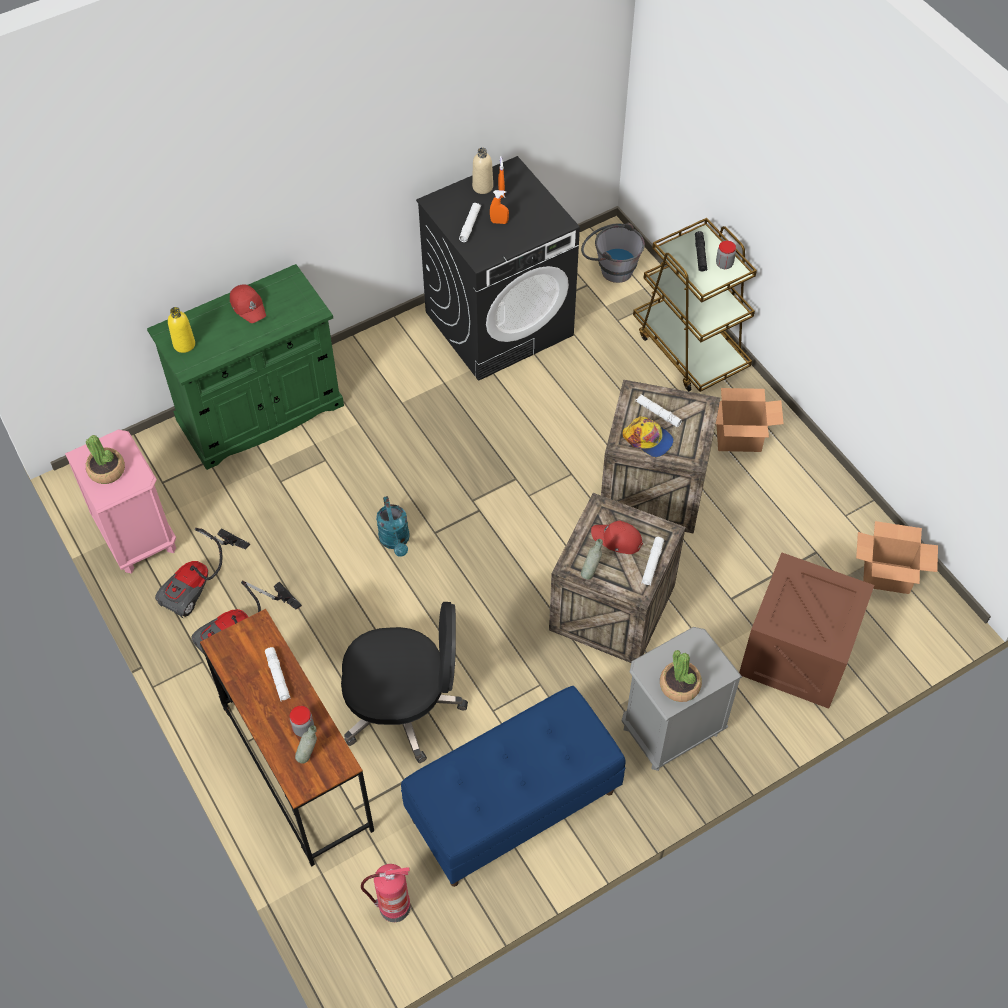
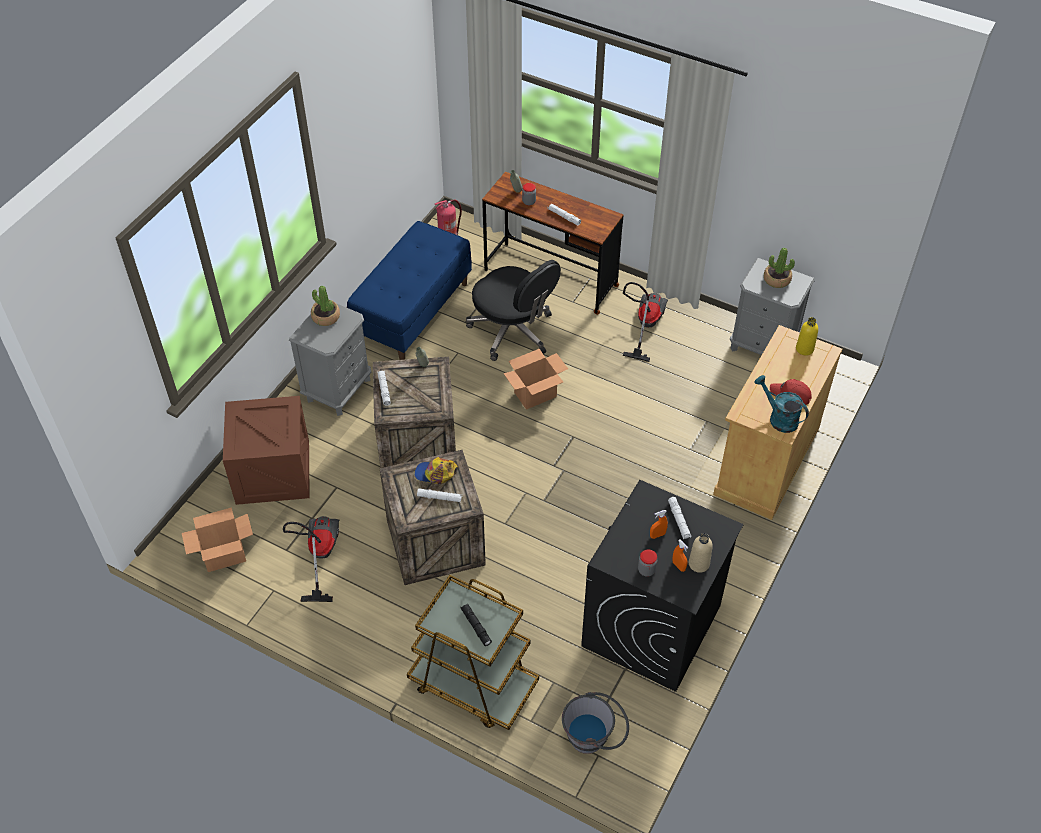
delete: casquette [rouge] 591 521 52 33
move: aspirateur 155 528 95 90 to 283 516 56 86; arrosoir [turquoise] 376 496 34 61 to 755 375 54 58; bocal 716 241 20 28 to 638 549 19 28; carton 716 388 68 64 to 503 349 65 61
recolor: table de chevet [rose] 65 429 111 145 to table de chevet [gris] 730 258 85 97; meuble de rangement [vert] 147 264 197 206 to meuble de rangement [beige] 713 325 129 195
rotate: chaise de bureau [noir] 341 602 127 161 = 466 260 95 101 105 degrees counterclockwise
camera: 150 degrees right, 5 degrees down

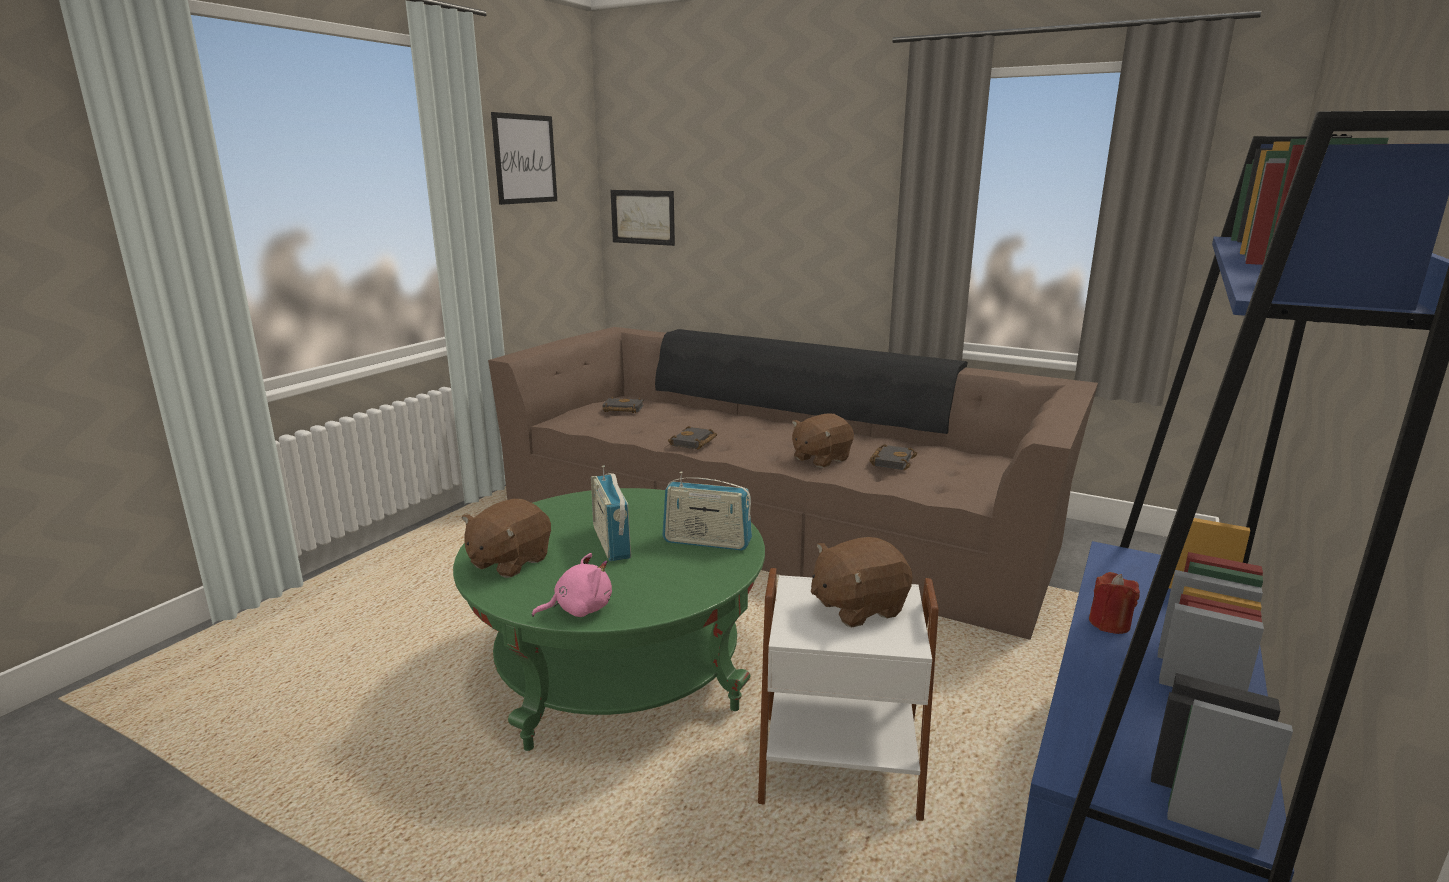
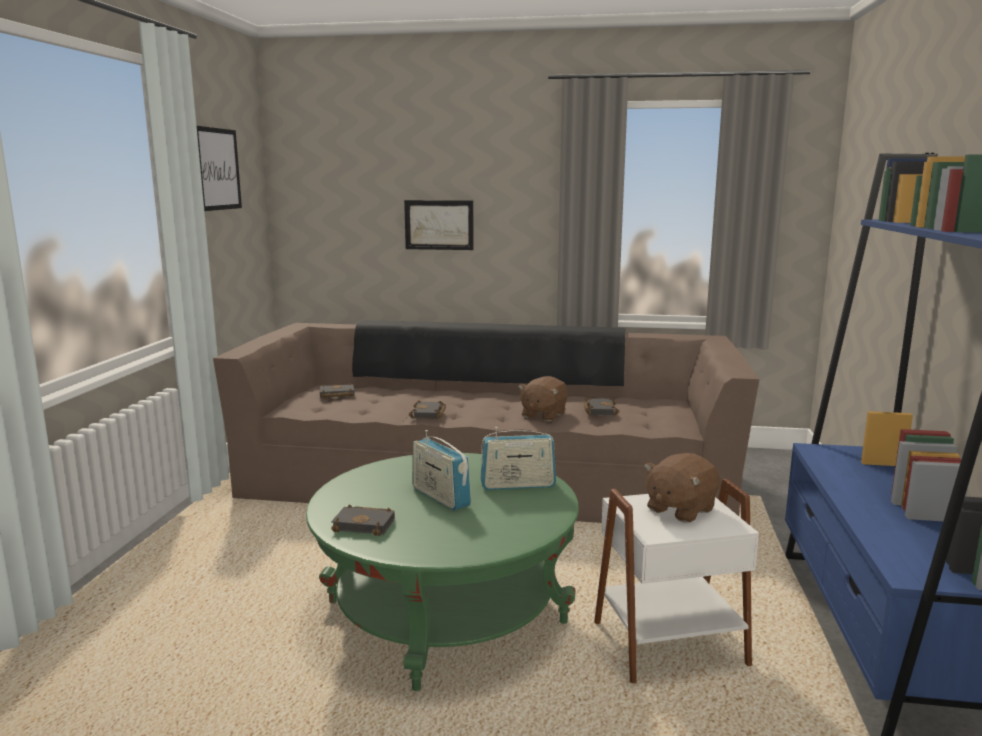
delete: peluche [rose] 532 553 80 64; bougie [rouge] 1089 572 51 62
move: tableau 611 190 64 56 to 404 200 70 50
replace: peluche [marron] 462 499 89 79 to livre [noir] 331 504 64 32
camera: 20 degrees left, 5 degrees down

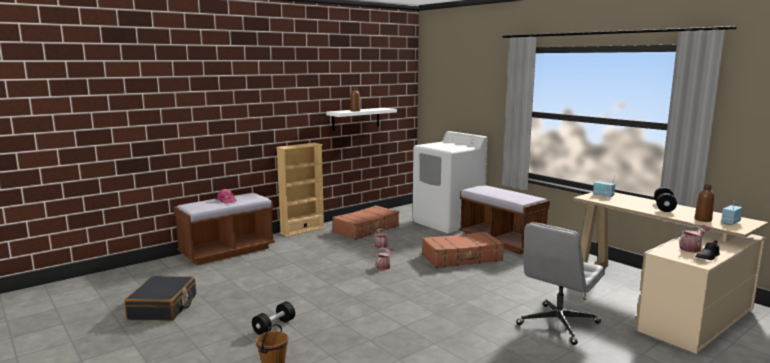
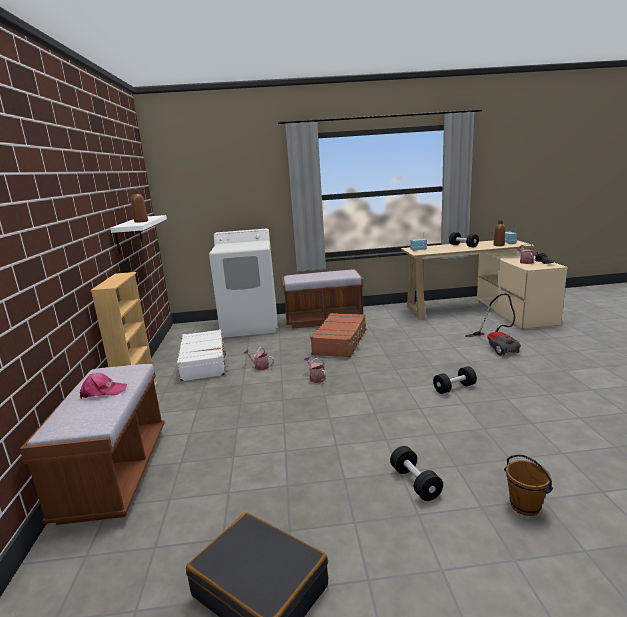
insert: haltère [noir] 433 366 44 28
replace: chaise de bureau [gris] 516 222 89 123 to aspirateur 465 293 56 63
recolor: valise [marron] 332 205 67 35 to valise [blanc] 177 329 51 53
camera: 55 degrees left, 5 degrees up

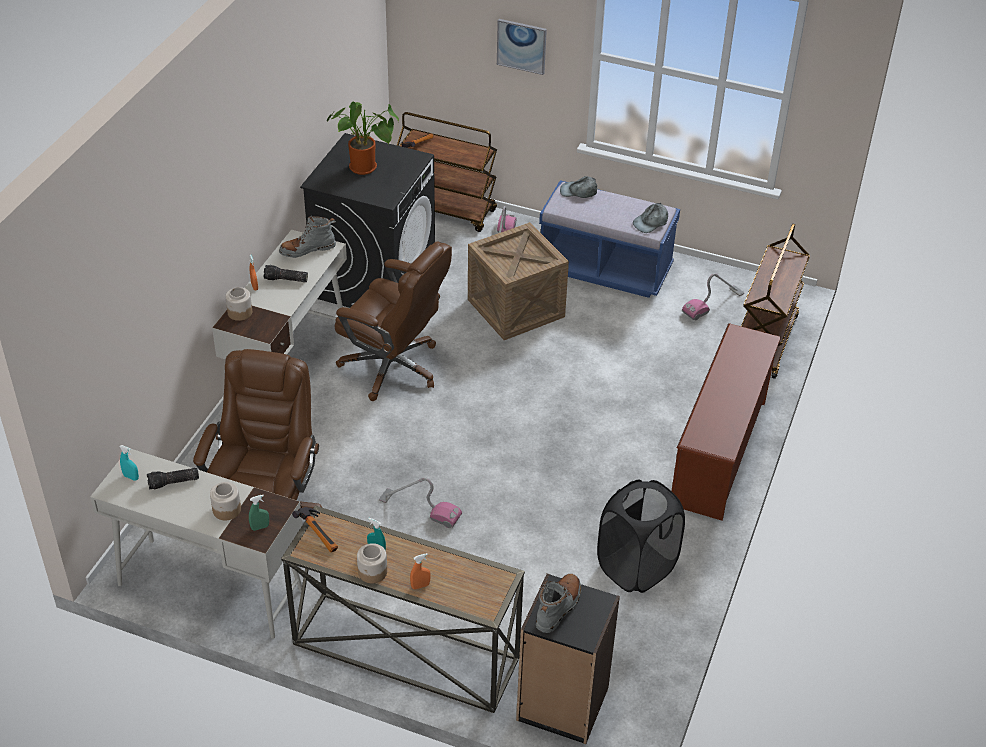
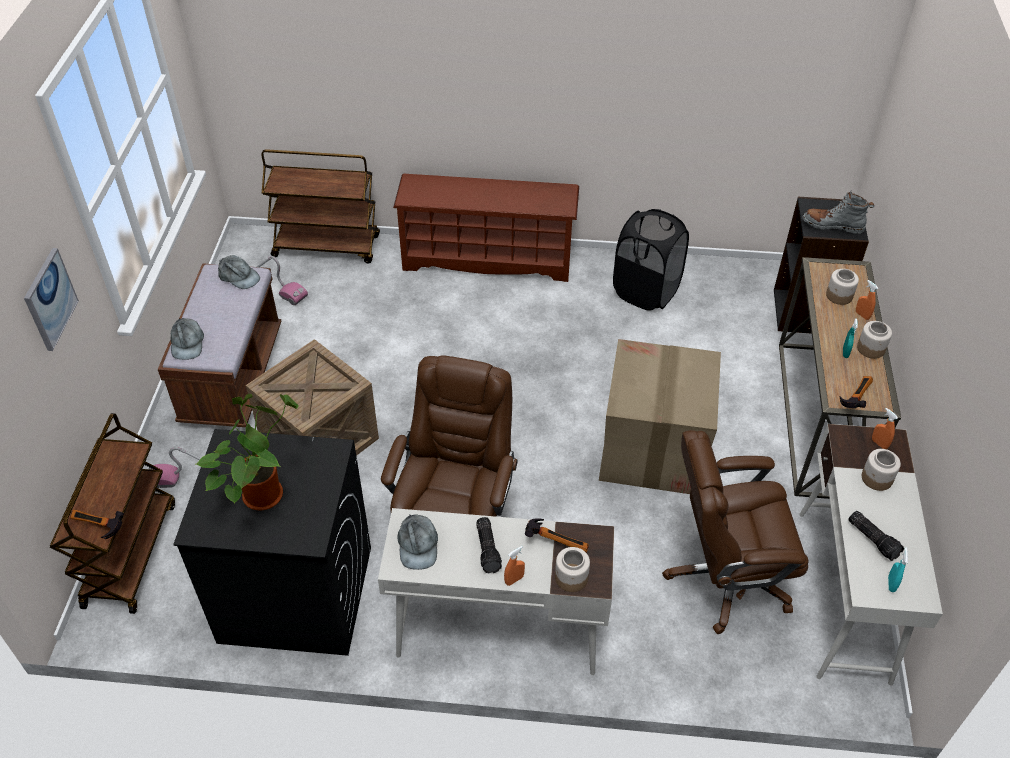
insert: marteau 525 519 64 33; bocal 826 269 33 36
replace: botte [gris] 279 216 57 42 to casquette [gris] 397 514 41 56; aspirateur 379 477 83 51 to carton 599 339 122 155
recolor: vaporisateur [vert] 249 495 20 36 to vaporisateur [orange] 872 408 26 41; banc [bleu] 539 180 141 118 to banc [marron] 158 263 123 164
camera: 105 degrees left, 5 degrees up

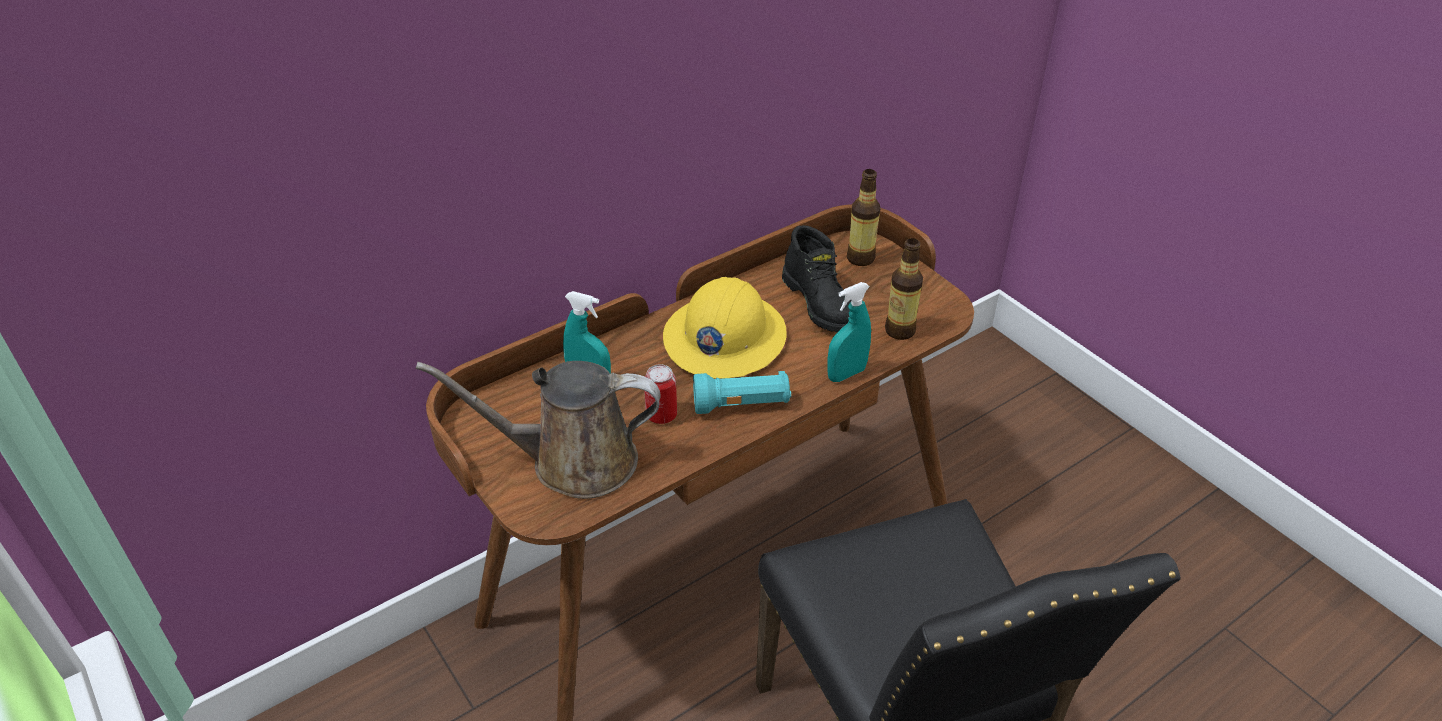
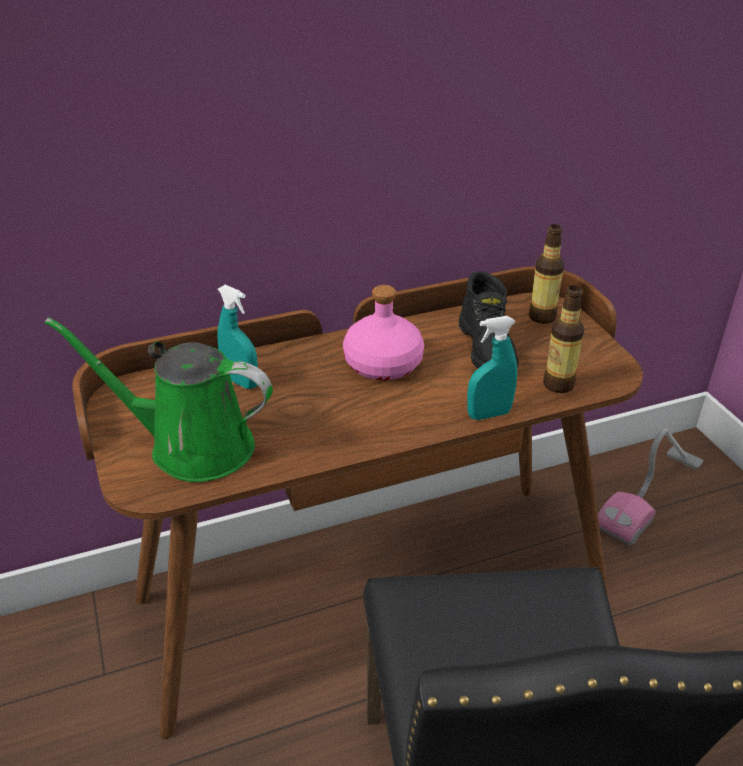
delete: boîte métallique 644 364 33 60; lampe de poche [turquoise] 693 371 98 43
insert: aspirateur 598 428 105 118
replace: casque de chantier [jaune] 663 277 124 102 to bouteille [rose] 343 285 81 95
recolor: arrosoir [marron] 416 361 245 138 to arrosoir [vert] 45 317 228 165
camera: 15 degrees right, 5 degrees down

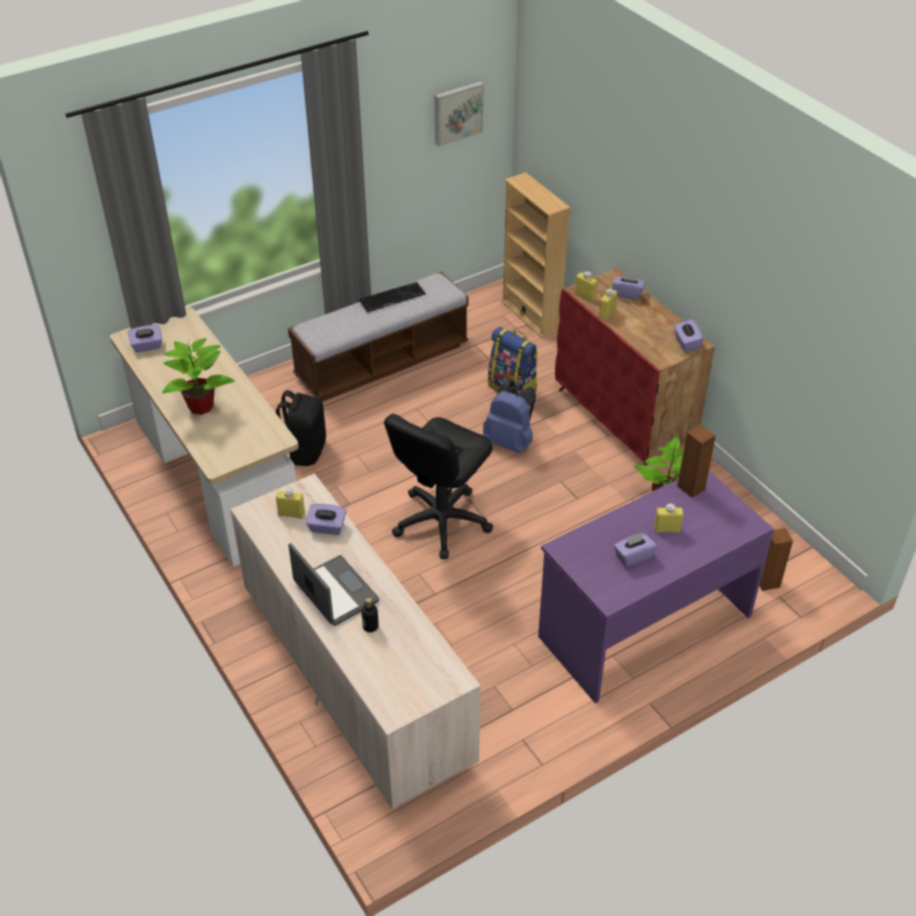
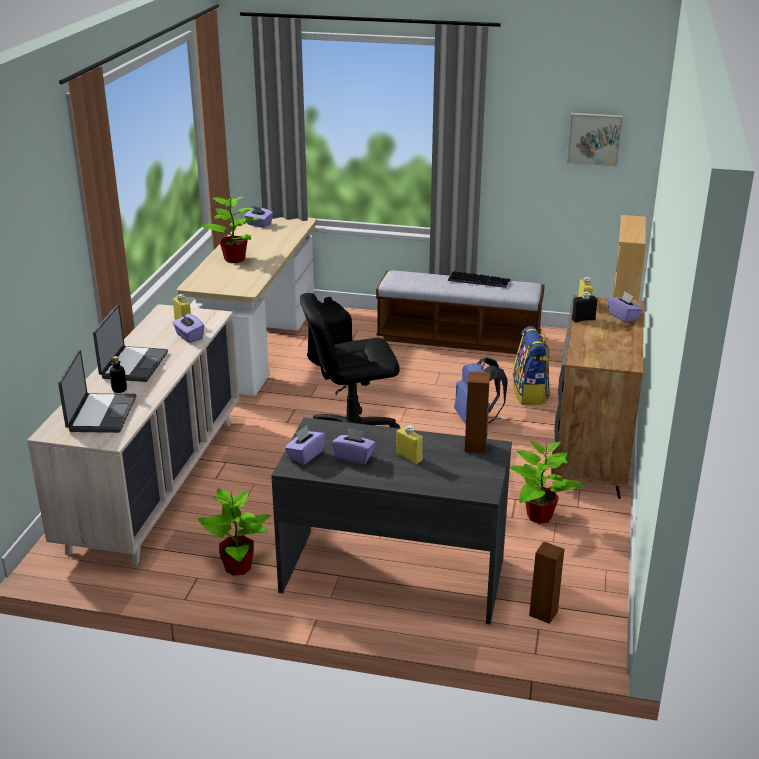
insert: ordinateur portable 58 350 79 83; plante en pot 198 489 73 87
move: boîte à mouchoirs [violet] 674 319 29 32 to 284 426 42 39
recolor: bureau [violet] 538 471 236 233 to bureau [gris] 271 417 241 208; meuble de rangement [rouge] 555 268 160 197 to meuble de rangement [gris] 551 295 93 204; bouteille [jaune] 599 289 19 32 to bouteille [noir] 572 291 25 31
camera: 45 degrees right, 15 degrees down

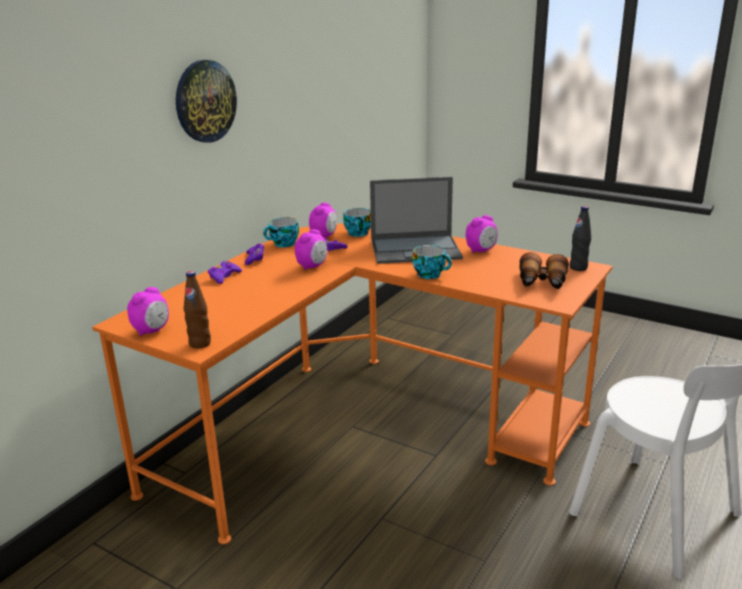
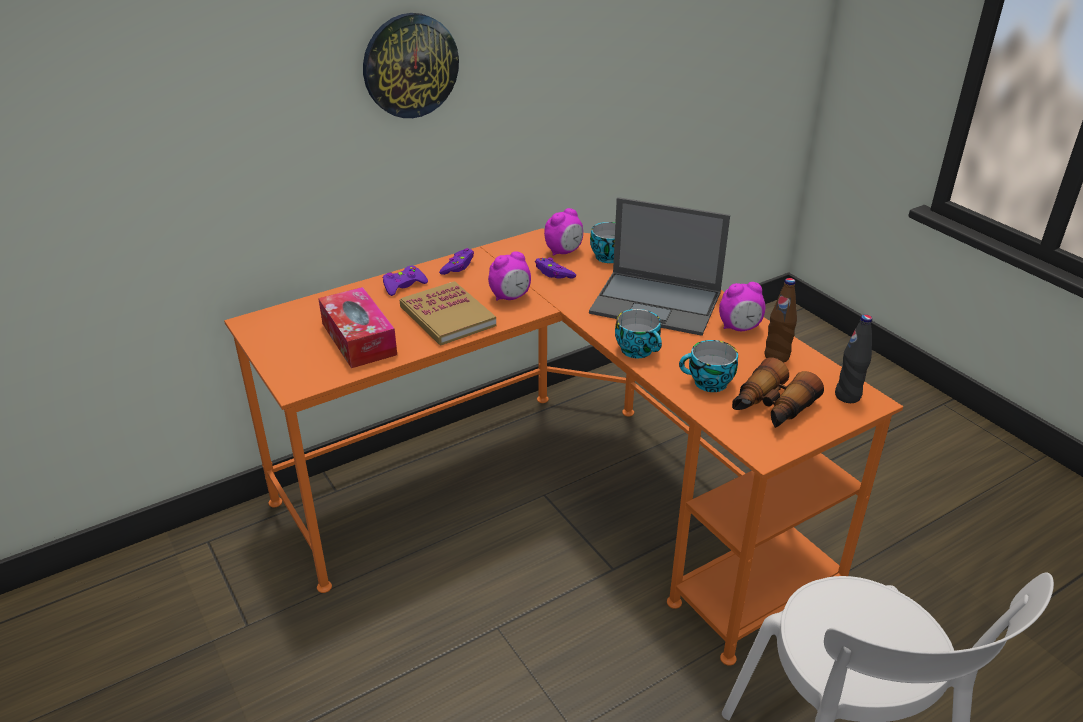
delete: réveil 127 287 42 49
insert: boîte à mouchoirs 318 287 79 81; livre 400 281 96 64
move: bouteille [marron] 184 271 27 77 to 765 278 32 85; tasse 263 217 36 30 to 679 340 59 52
camera: 25 degrees right, 10 degrees up

